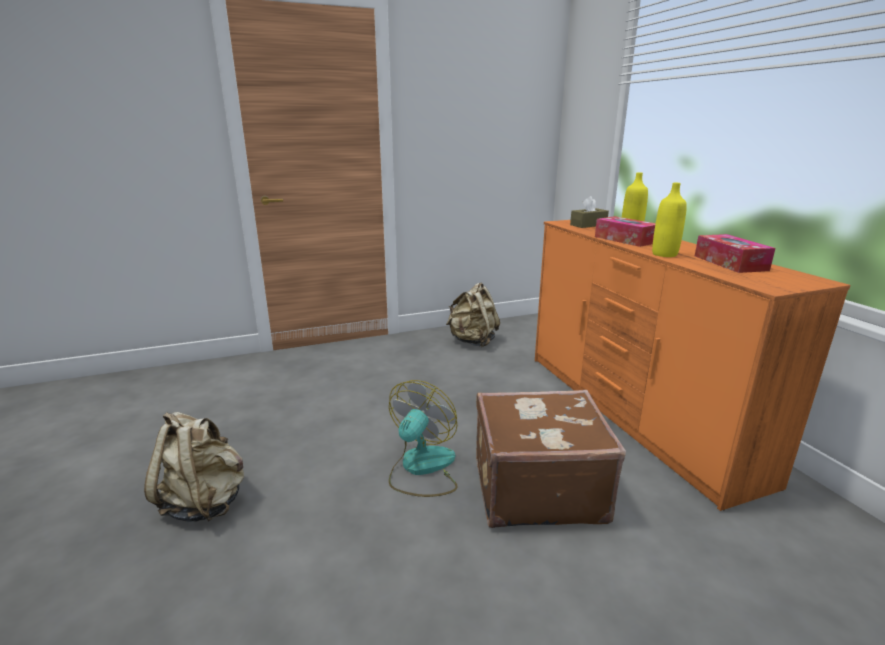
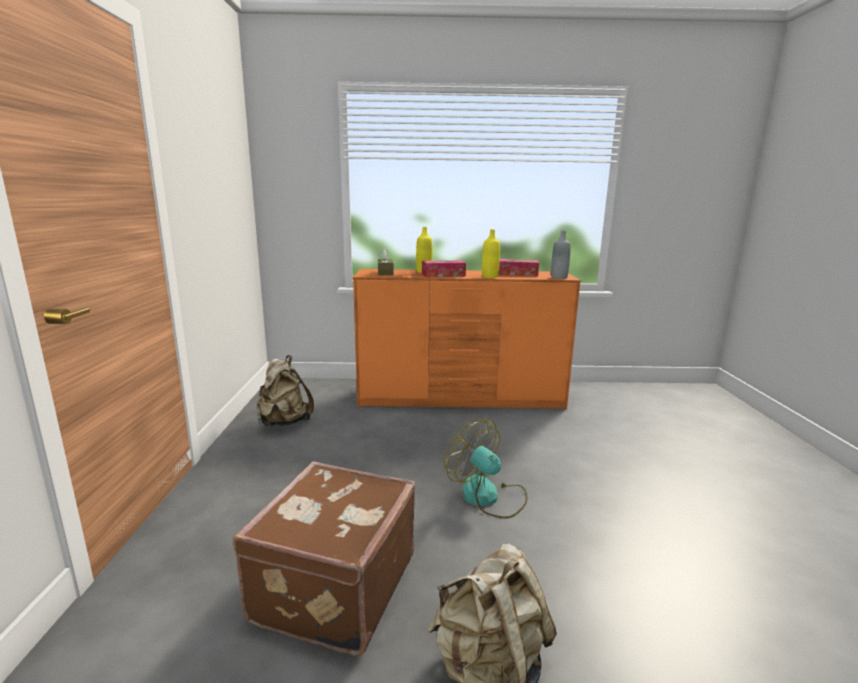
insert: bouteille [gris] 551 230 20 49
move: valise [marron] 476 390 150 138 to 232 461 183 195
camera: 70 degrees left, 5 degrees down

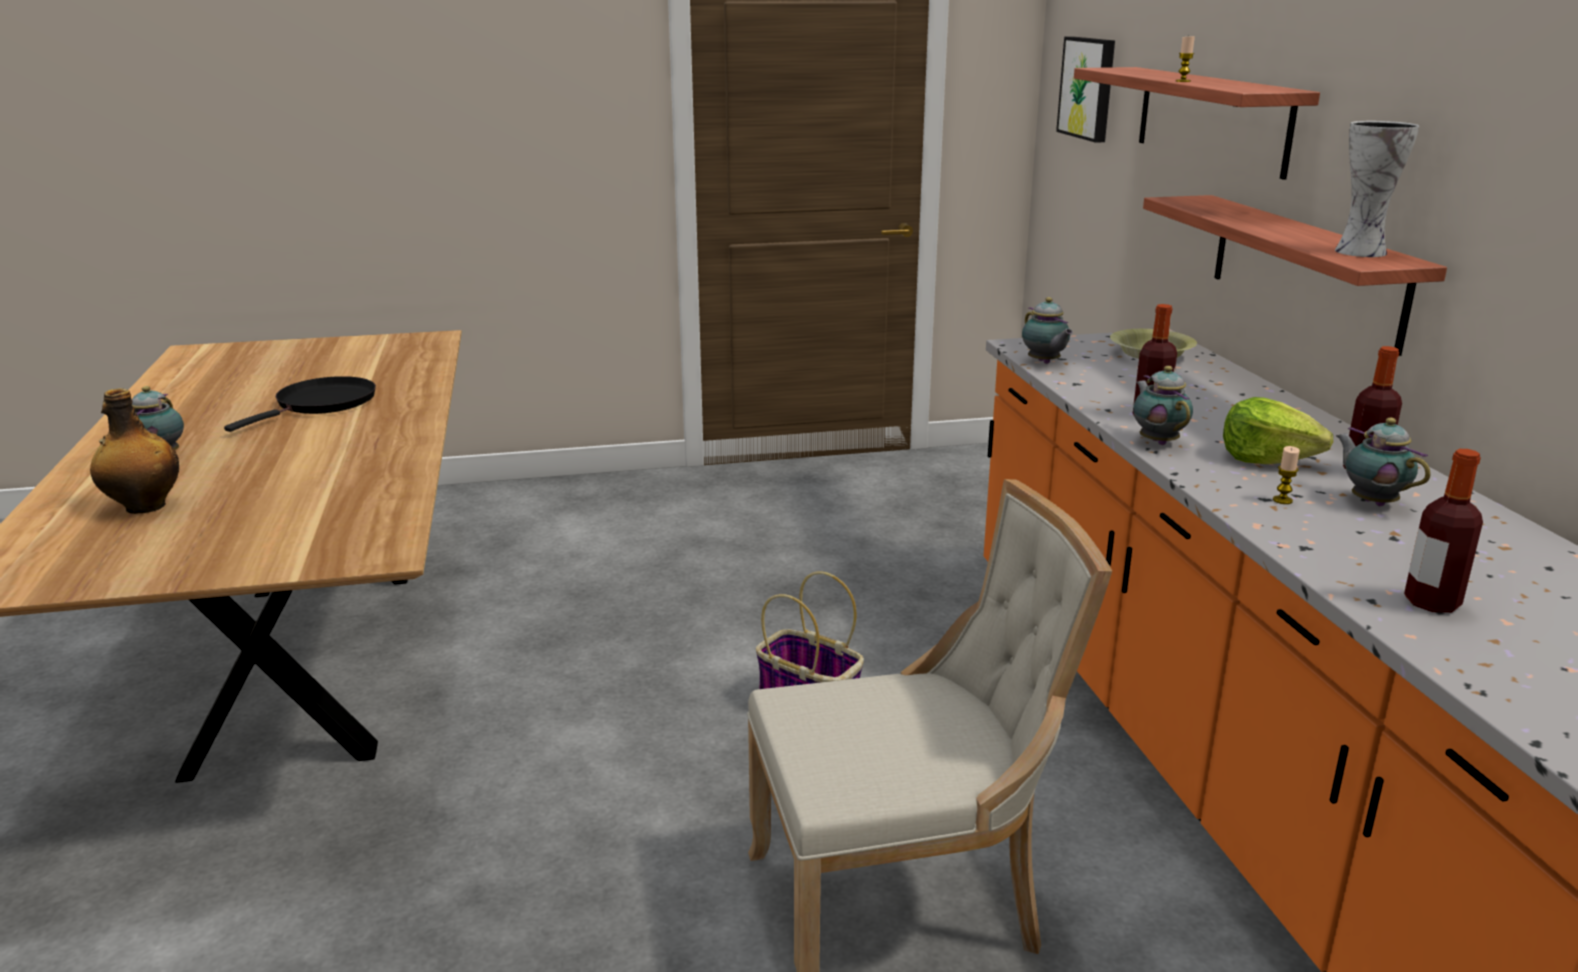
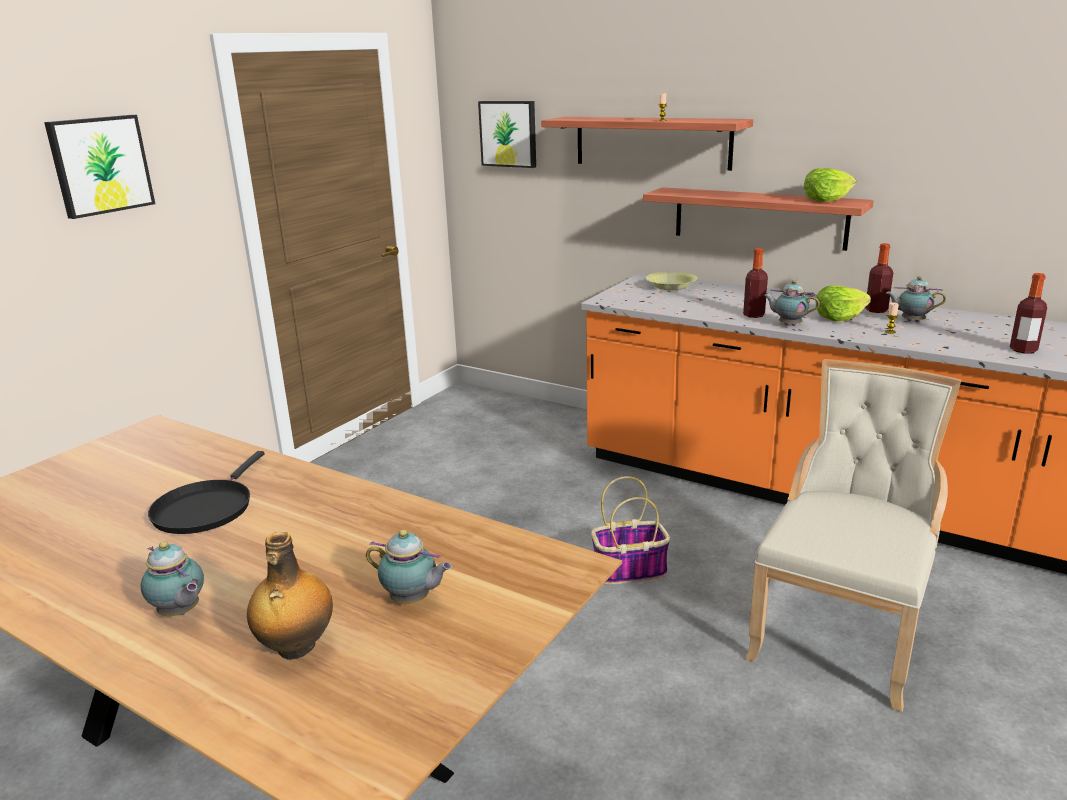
insert: tableau 44 115 111 104
move: théière 1022 297 51 67 to 366 529 86 75
replace: vase 1335 121 84 136 to laitue 804 168 52 34
rotate: poêle [noir] 224 376 152 56 = 148 451 116 83 150 degrees counterclockwise
camera: 45 degrees left, 0 degrees up

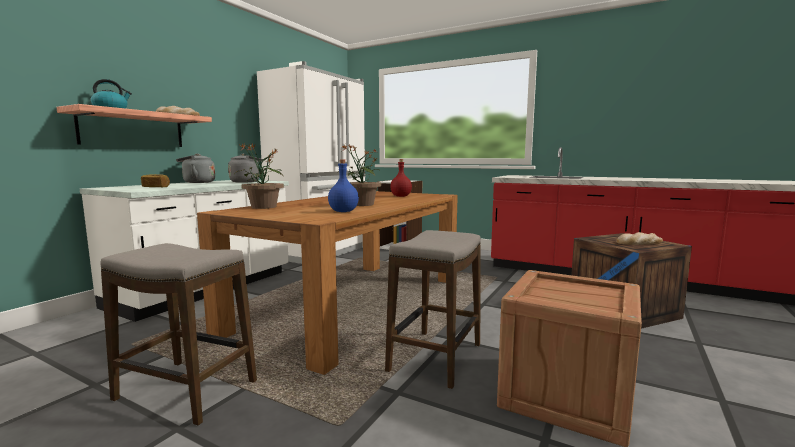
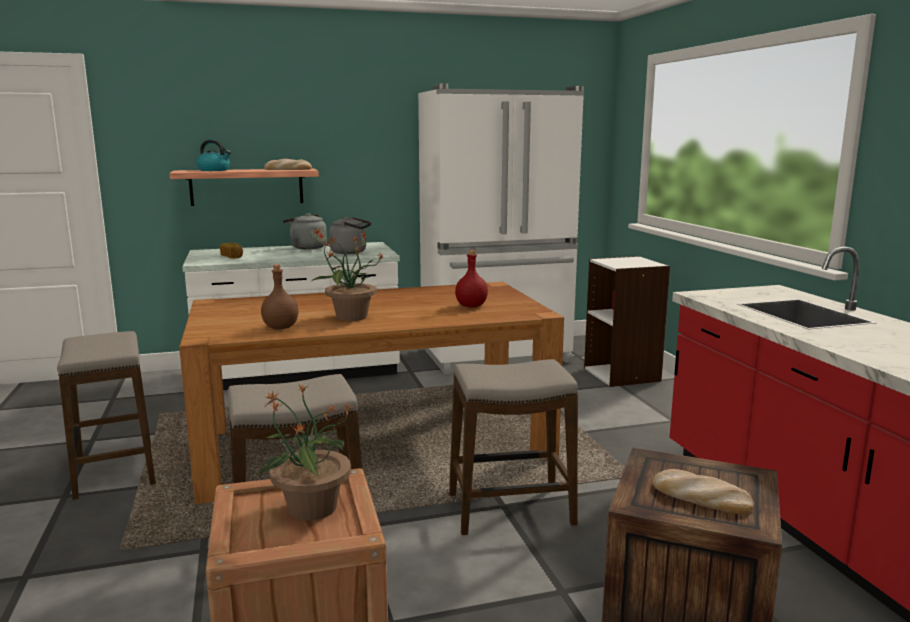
insert: tabouret 449 359 129 177
move: plante en pot 234 144 50 65 to 259 384 95 137
recolor: bouteille [bleu] 328 160 31 52 to bouteille [marron] 261 265 38 64
camera: 45 degrees right, 5 degrees up

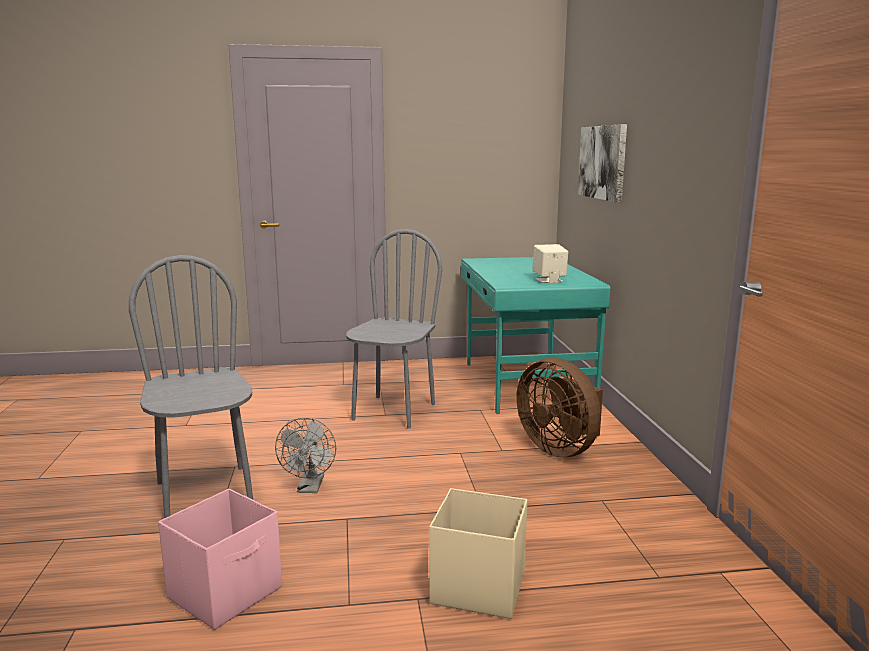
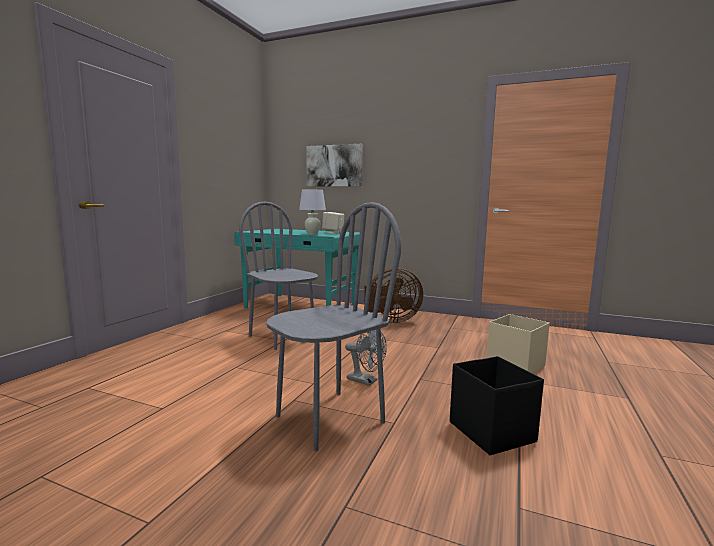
insert: lampe de table [blanc] 299 189 27 46
recolor: boîte de rangement [rose] 158 489 124 141 to boîte de rangement [noir] 450 356 94 99
rotate: chaise [gris] 129 255 124 263 = 266 202 135 249 135 degrees clockwise
camera: 60 degrees left, 5 degrees down

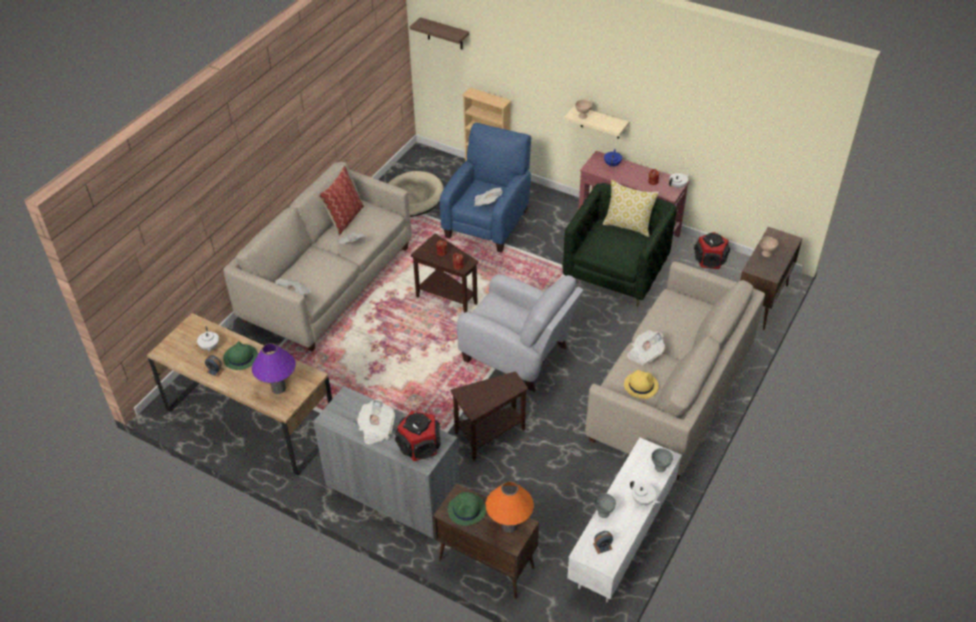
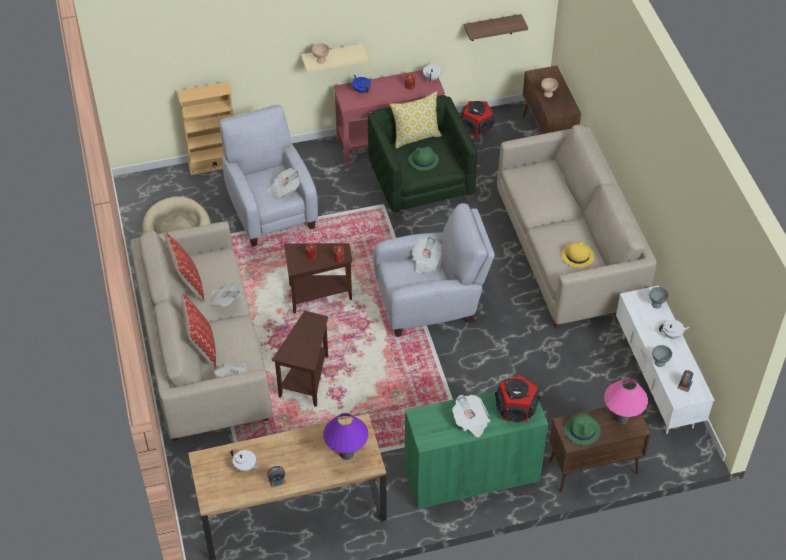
insert: coussin 181 293 35 76
move: chapeau [vert] 223 342 35 28 to 408 147 31 24; étagère 410 17 59 32 to 464 14 64 27; table d'appoint [marron] 450 371 78 90 to 272 311 56 96; journal 627 330 38 36 to 412 236 30 37
recolor: meuble de rangement [gris] 313 386 146 153 to meuble de rangement [vert] 405 390 143 119; fauteuil [bleu] 440 123 91 130 to fauteuil [gris] 219 105 99 141; lampe de table [orange] 486 481 48 52 to lampe de table [rose] 604 377 44 47
camera: 45 degrees left, 5 degrees up

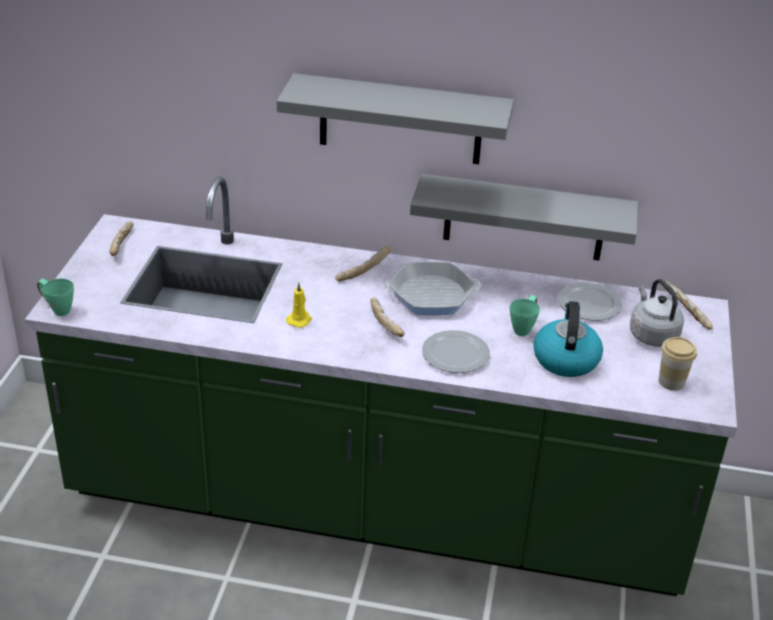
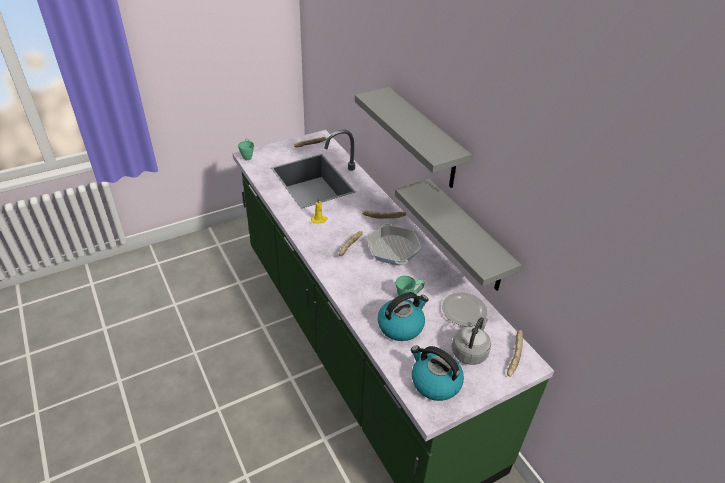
delete: assiette 422 330 68 43
replace: tasse 659 337 38 54 to bouilloire 411 346 53 55
rotate: poêle 384 262 97 53 = 367 224 55 41 150 degrees counterclockwise
camera: 50 degrees right, 5 degrees up

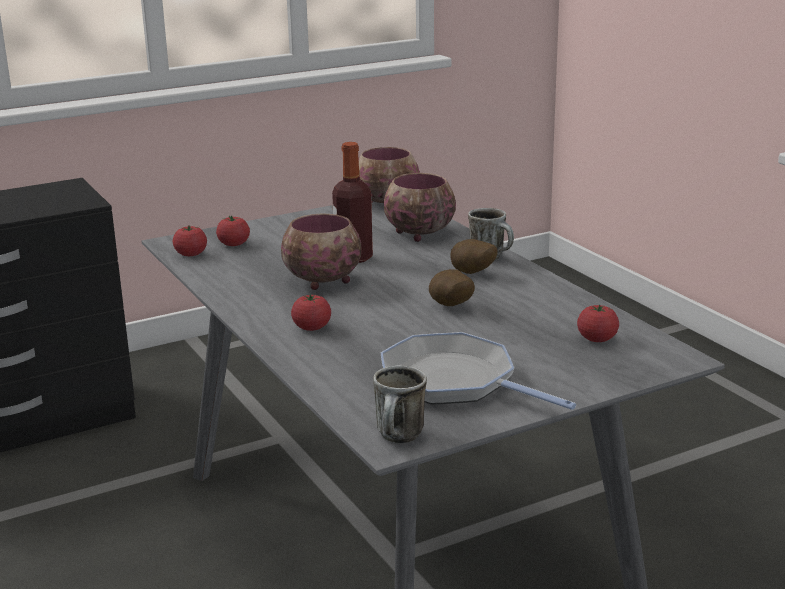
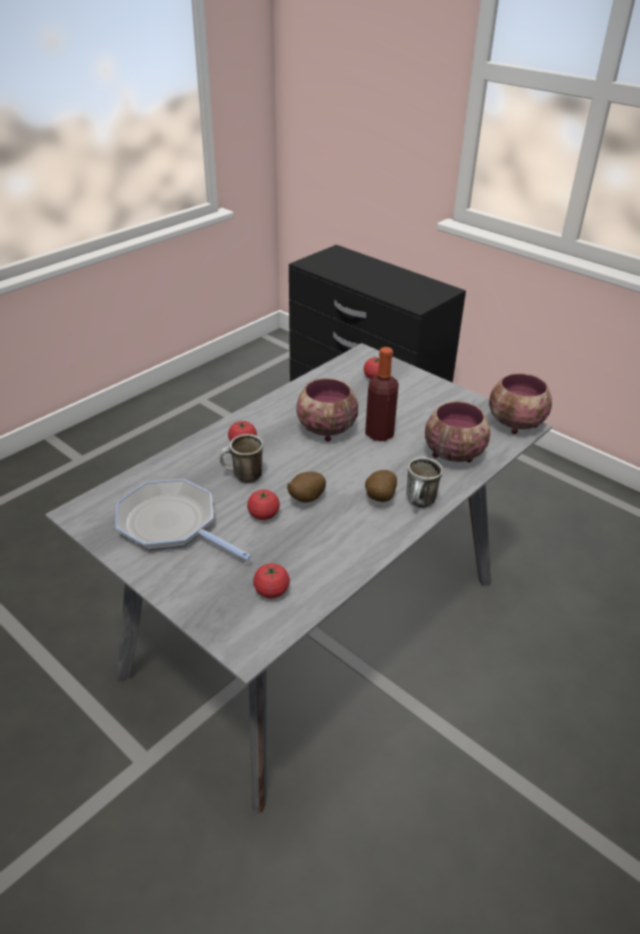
move: tomate 173 226 34 30 to 247 490 33 30; mug 373 365 54 78 to 219 434 44 49
rotate: poêle 381 332 195 78 = 115 479 136 81 75 degrees counterclockwise
camera: 70 degrees right, 15 degrees up

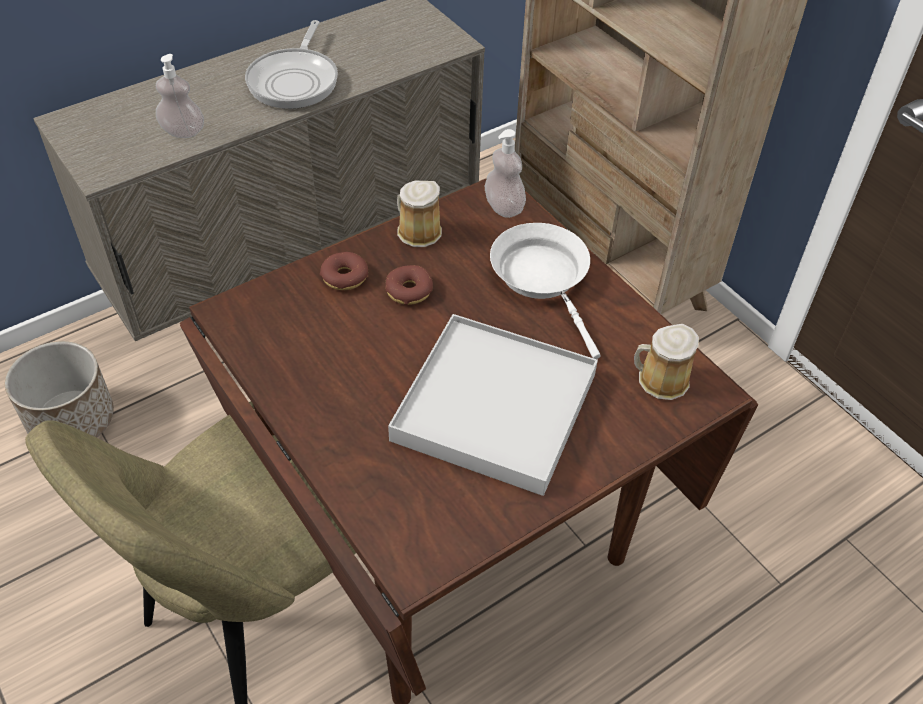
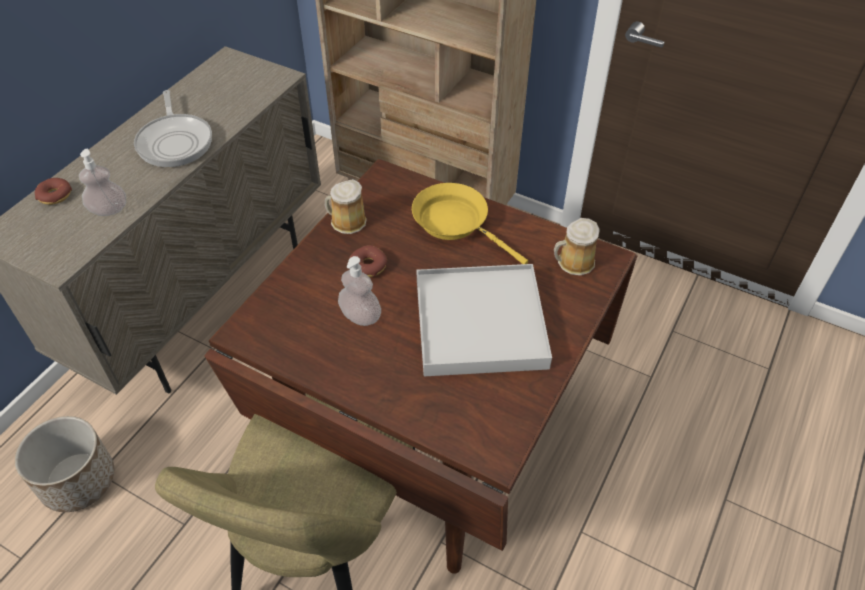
move: beignet 320 252 48 38 to 35 178 37 27; distributeur de savon 485 129 41 89 to 338 256 43 70
recolor: poêle [blanc] 490 223 111 136 to poêle [jaune] 412 183 116 81
camera: 25 degrees left, 0 degrees up

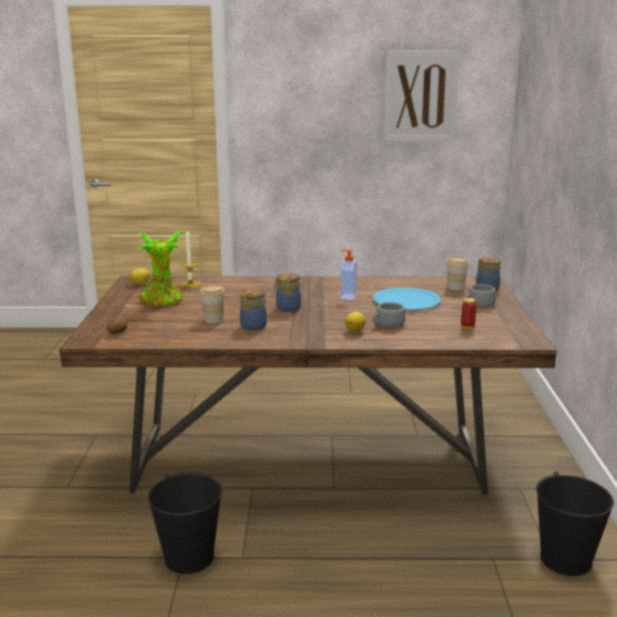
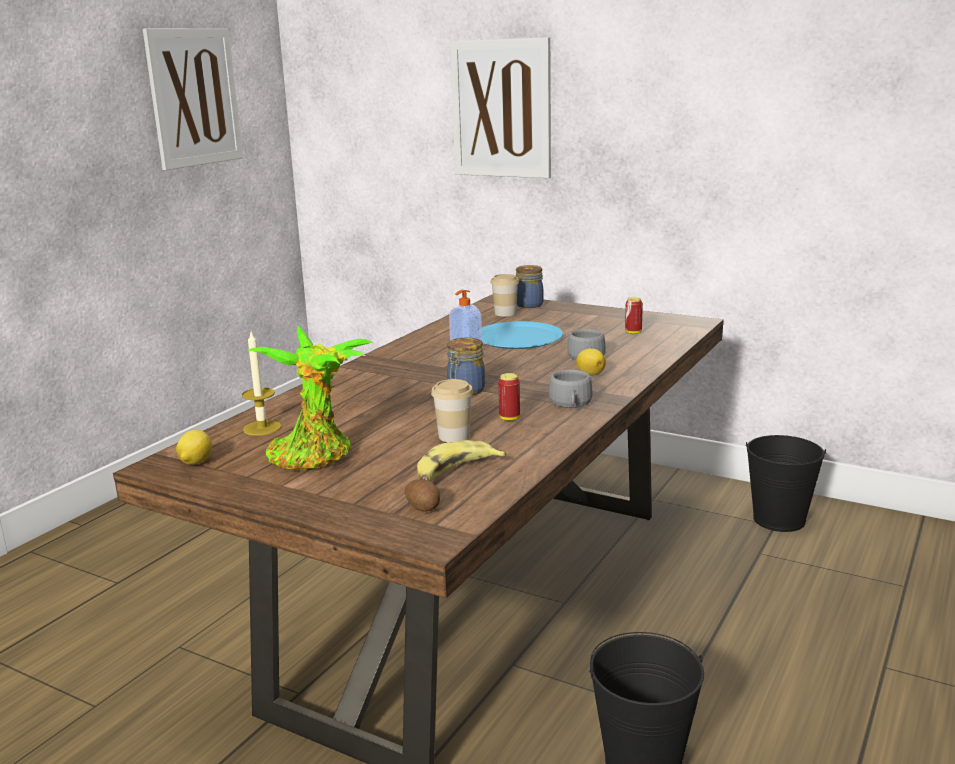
insert: banane 417 440 89 42; tableau 450 37 101 141
move: tasse [gris] 466 284 30 24 to 549 370 43 38
replace: bocal 240 289 27 42 to boîte métallique 498 373 22 48
camera: 60 degrees left, 0 degrees up

